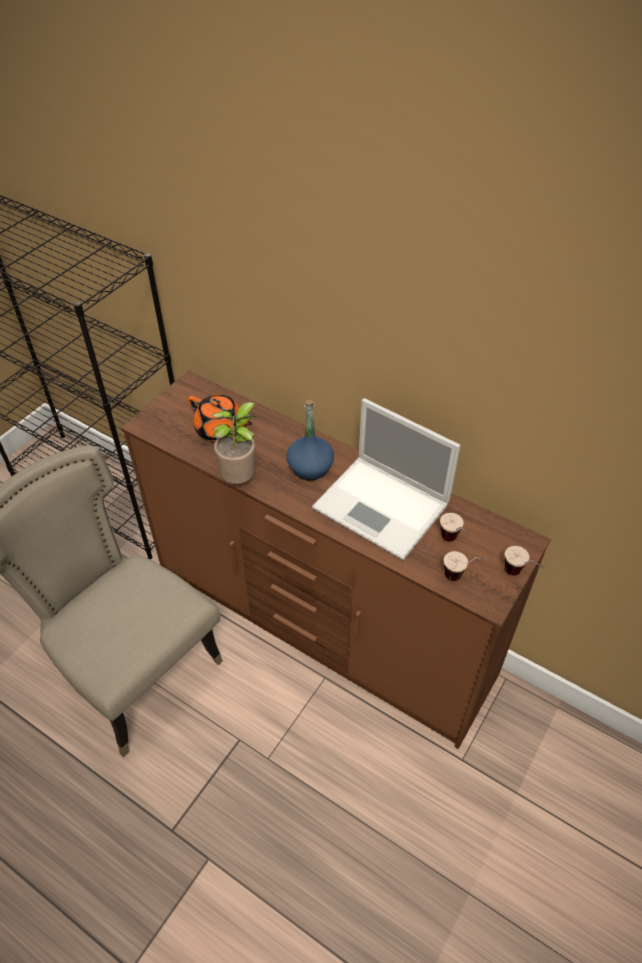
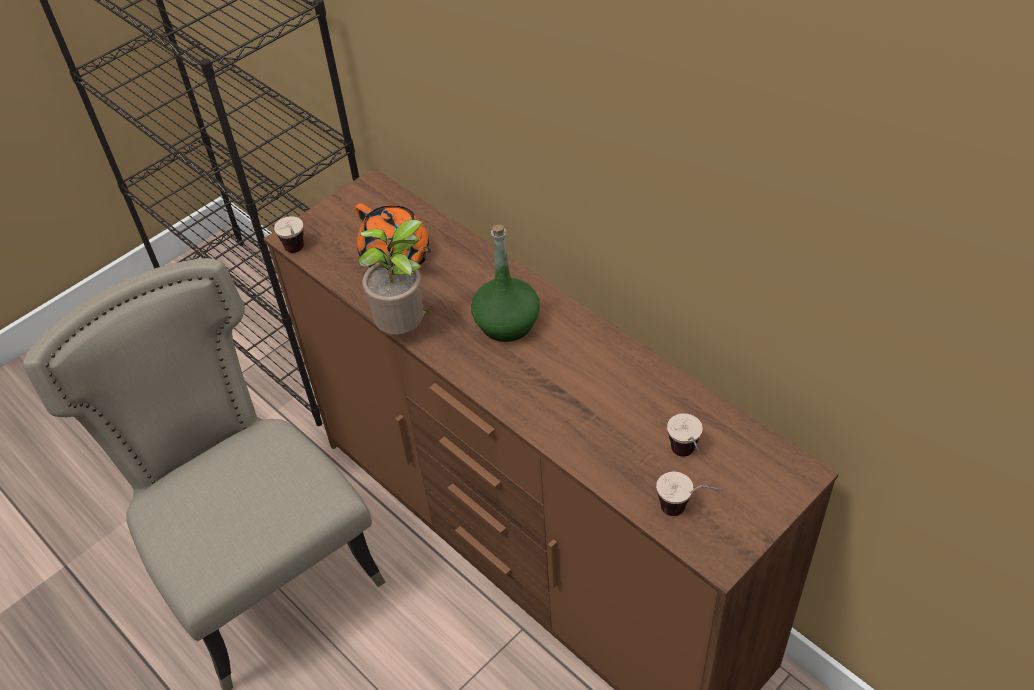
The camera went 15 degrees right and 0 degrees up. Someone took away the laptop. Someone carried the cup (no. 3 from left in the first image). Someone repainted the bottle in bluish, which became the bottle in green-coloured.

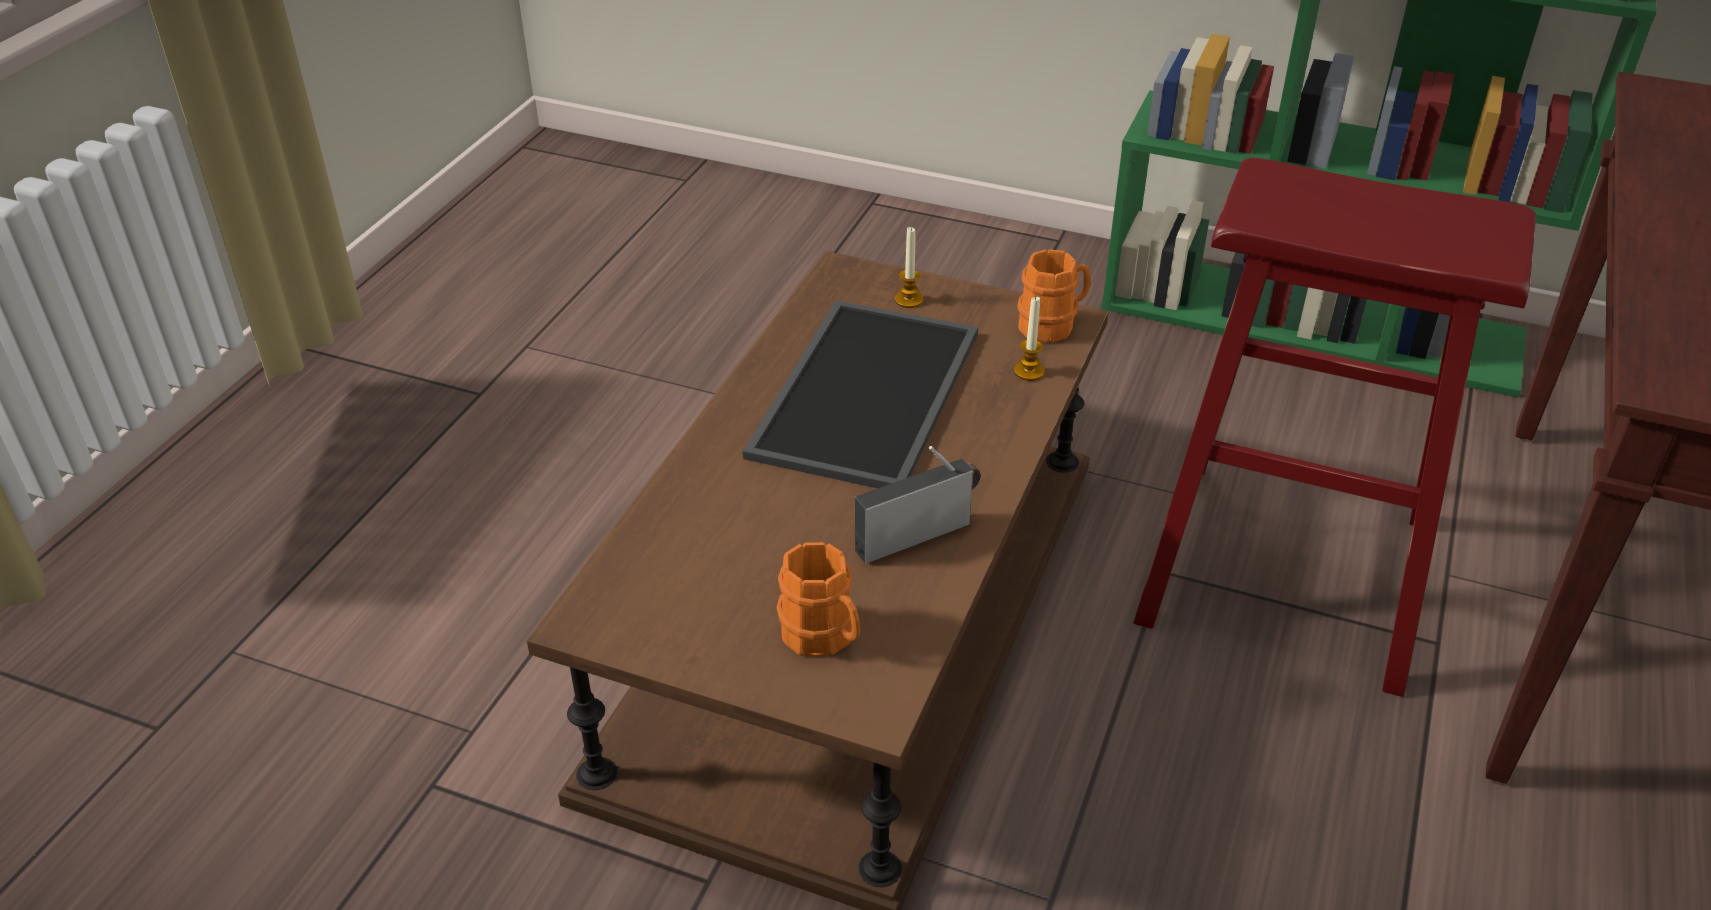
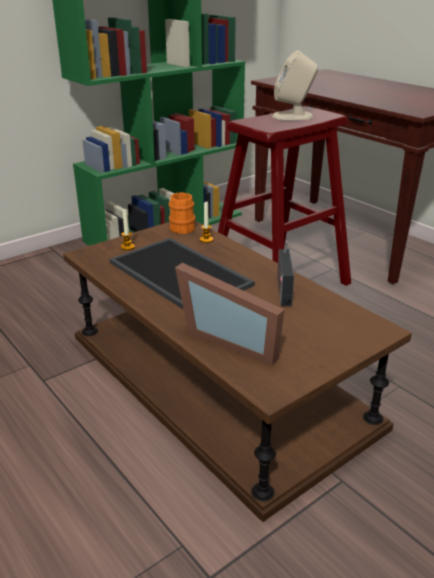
The camera went 60 degrees left and 10 degrees down. Someone took away the tea mug in orange-coloured (no. 1 from left). Someone put down the picture frame. Someone put down the speaker in beige.

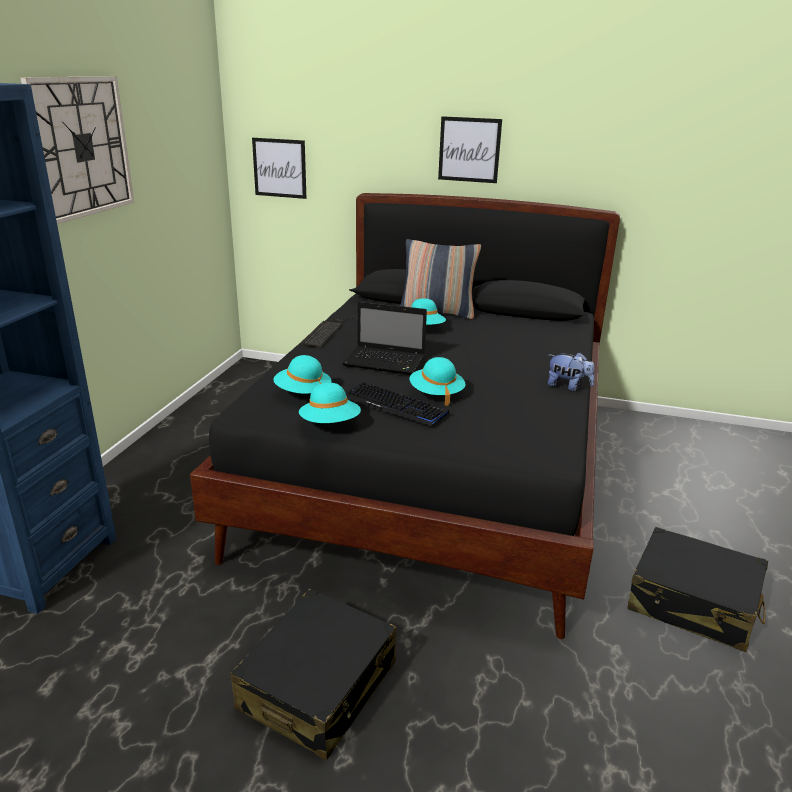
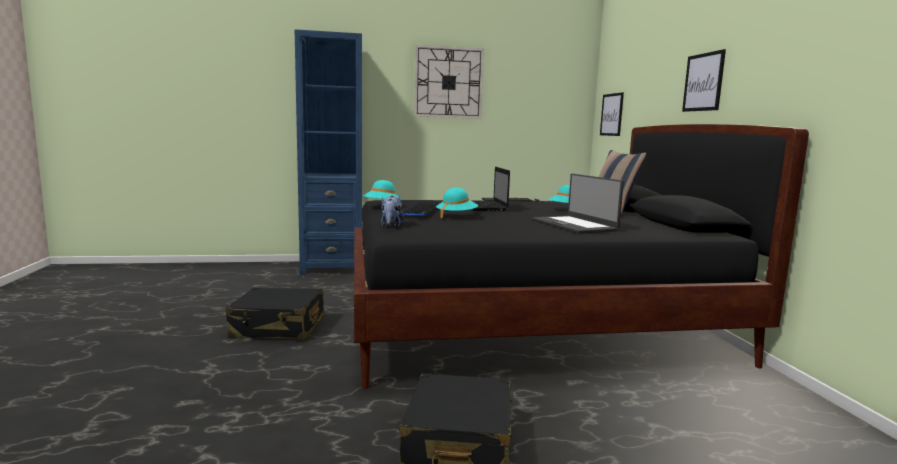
The camera went 65 degrees right and 15 degrees down. Someone took away the hat in blue-green (no. 1 from left). Someone put down the laptop (no. 2 from left). Someone carried the plush toy.

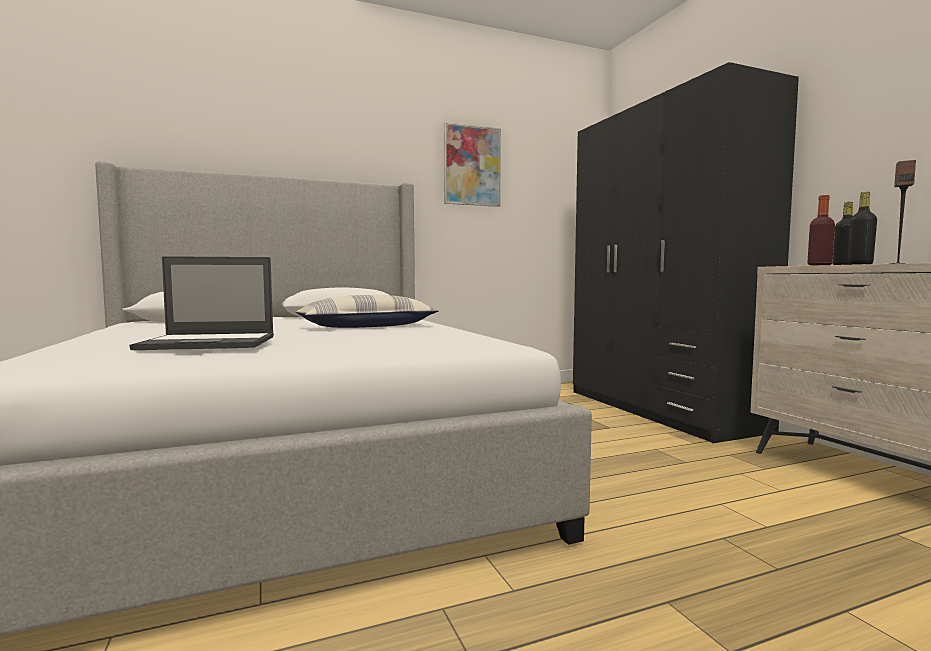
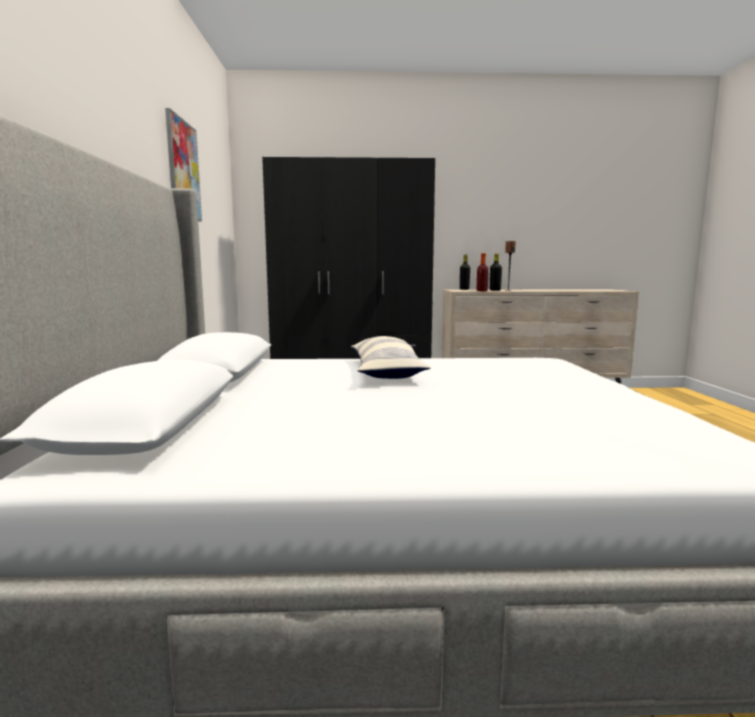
The camera went 70 degrees left and 5 degrees up. Someone took away the laptop.

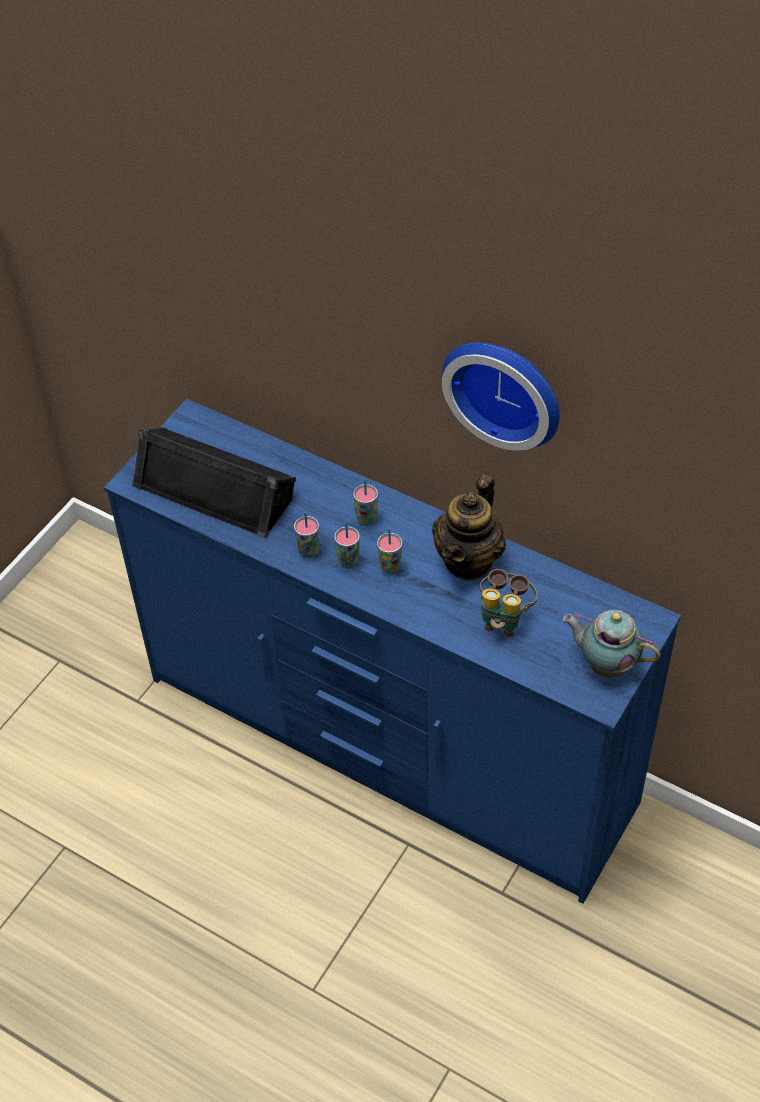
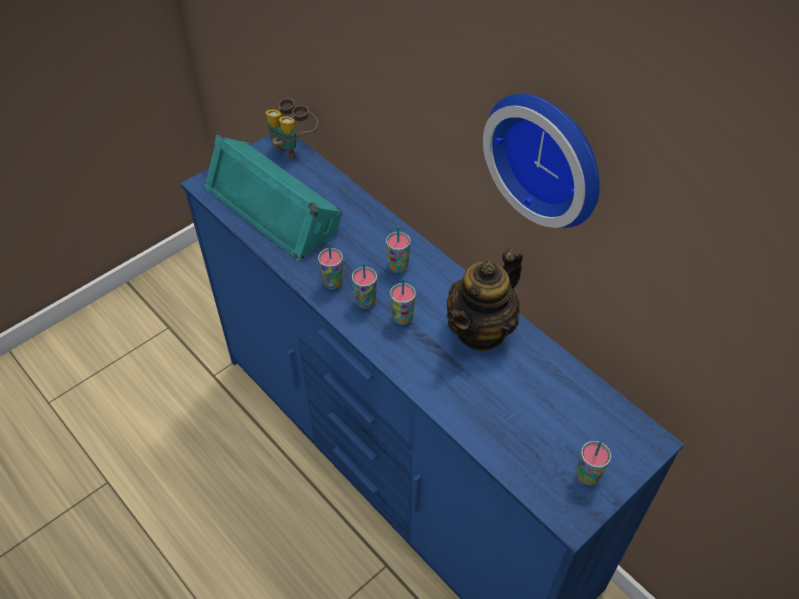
The camera went 15 degrees right and 0 degrees up. Someone carried the field glasses. Someone swapped the pot for tea (no. 2 from left) for the cup (no. 5 from left). Someone repainted the speaker in blackish, which became the speaker in blue-green.

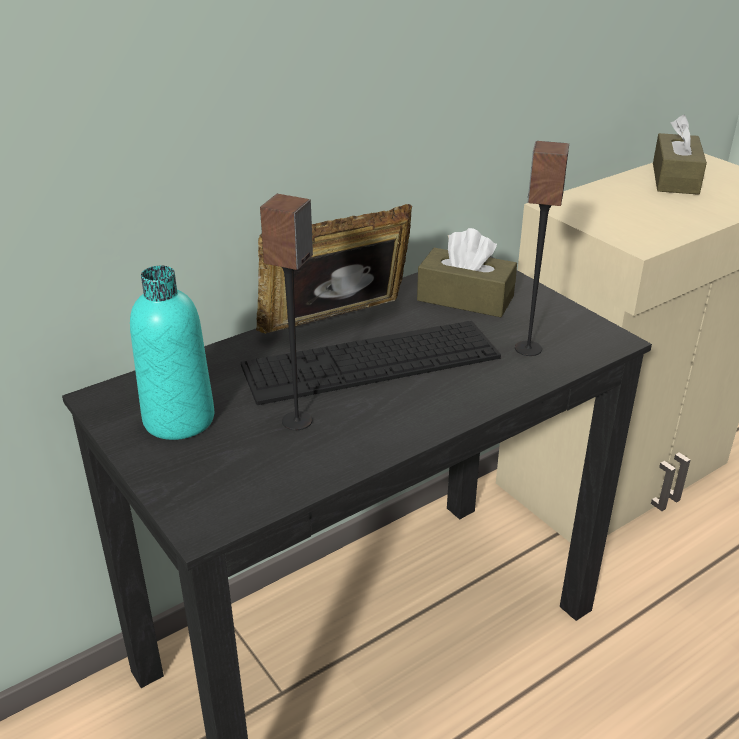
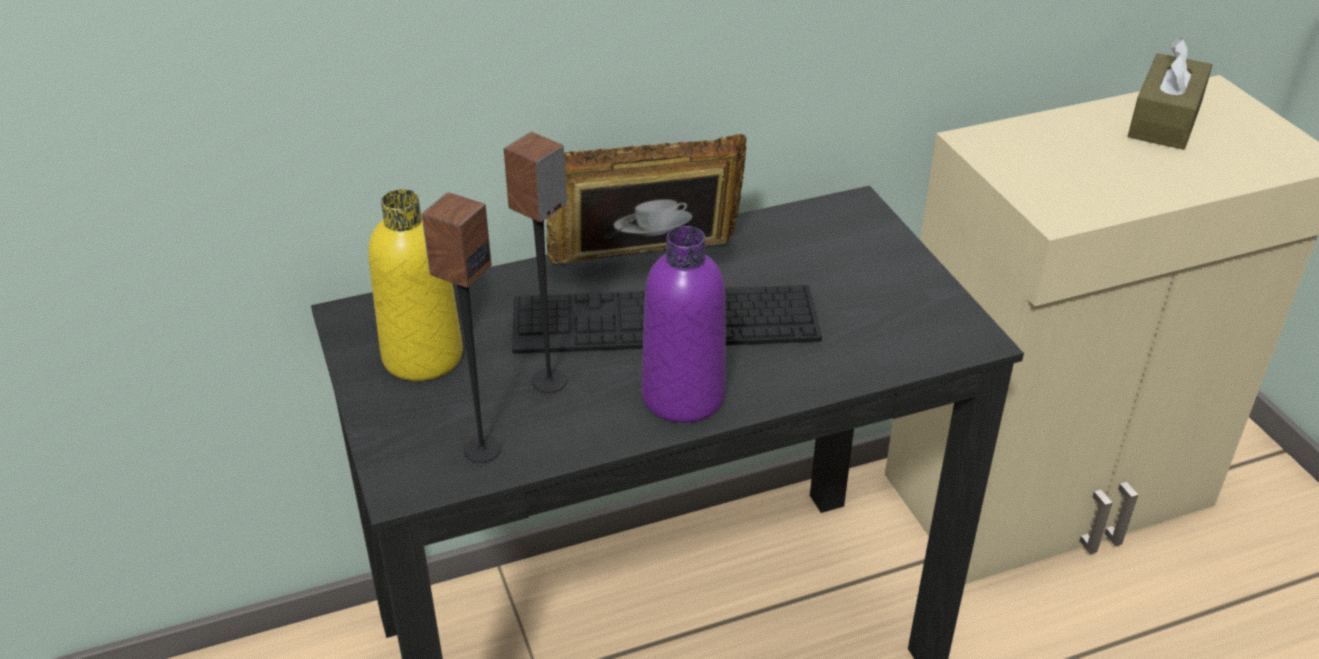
The camera went 15 degrees right and 5 degrees up. Someone took away the tissue box in brown (no. 1 from left). Someone put down the bottle in purplish. Someone carried the speaker (no. 2 from left in the first image). Someone repainted the bottle in blue-green, which became the bottle in yellow.

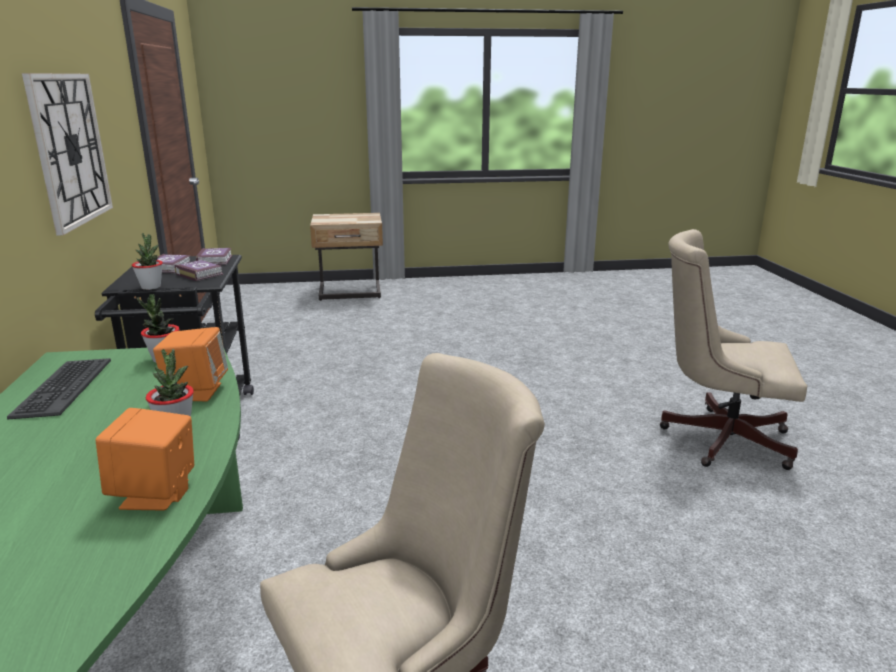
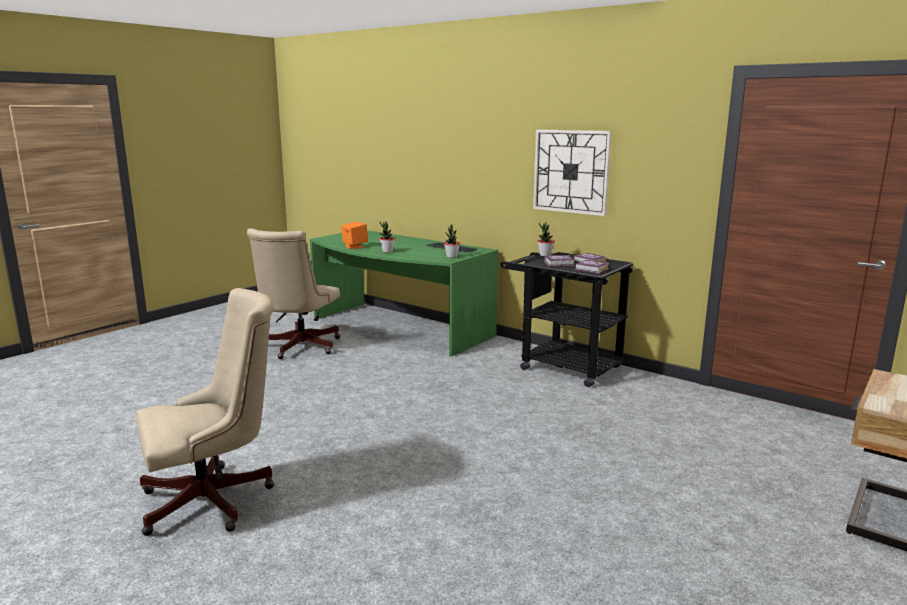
The camera went 135 degrees right and 5 degrees down. Someone took away the speaker in orange-coloured (no. 2 from left).

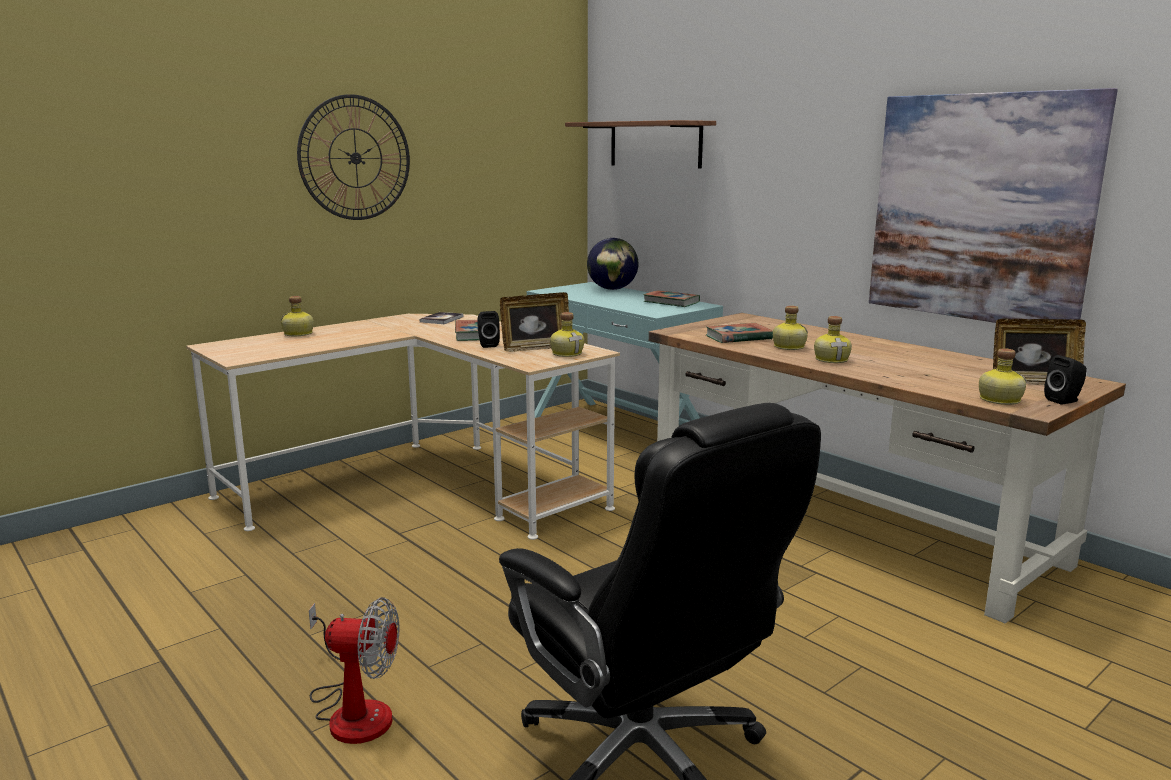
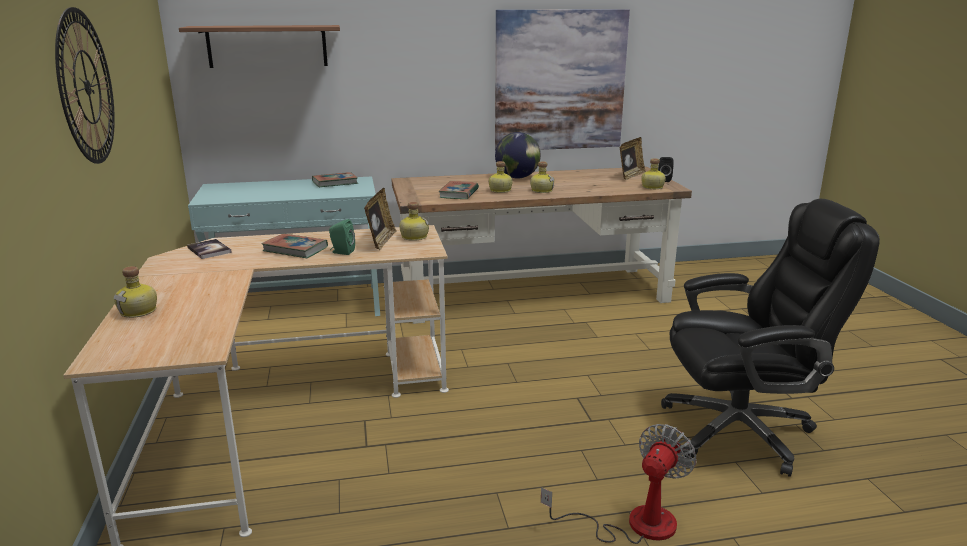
The camera went 60 degrees left and 5 degrees up. Someone carried the desk globe. Someone repainted the speaker in blackish (no. 1 from left), which became the speaker in green-coloured.

